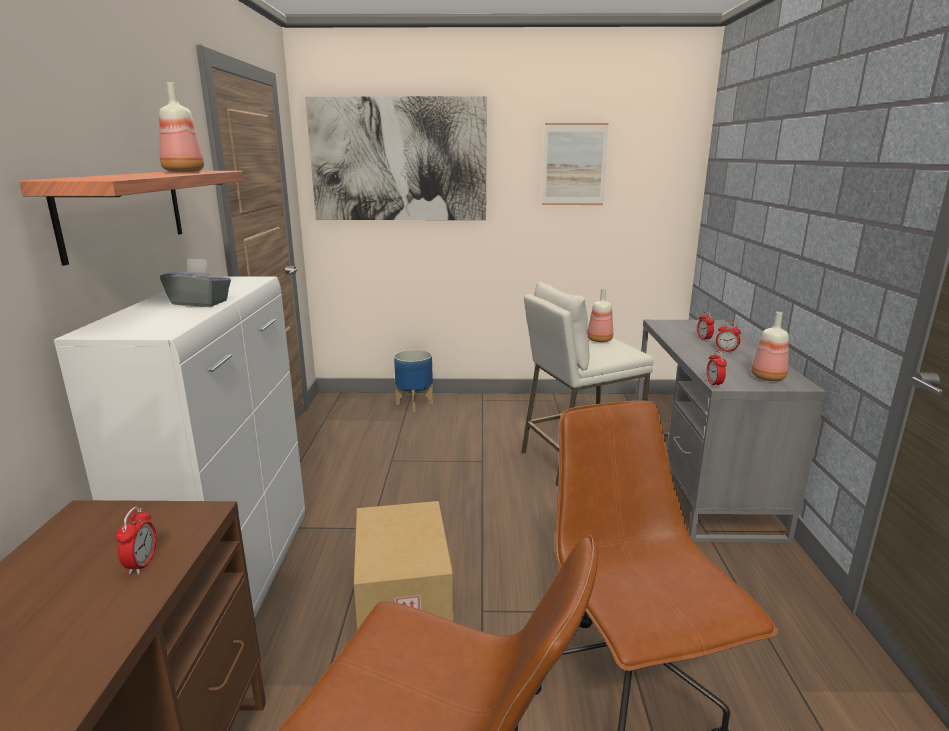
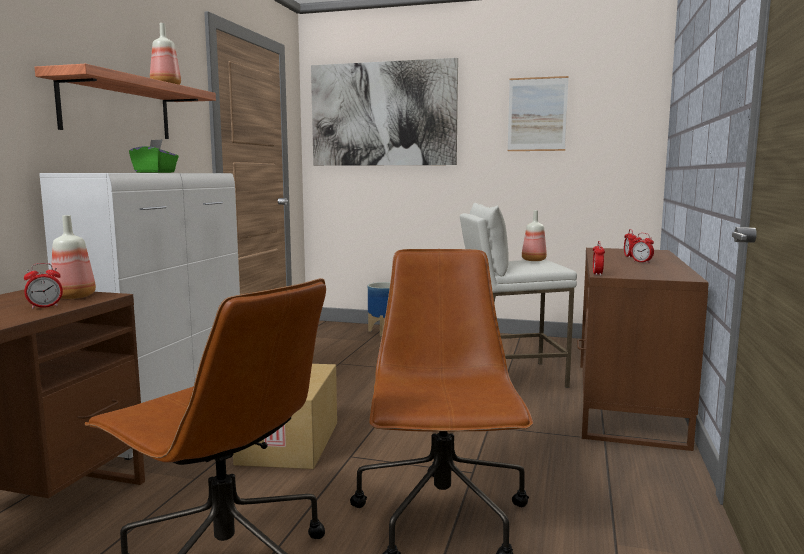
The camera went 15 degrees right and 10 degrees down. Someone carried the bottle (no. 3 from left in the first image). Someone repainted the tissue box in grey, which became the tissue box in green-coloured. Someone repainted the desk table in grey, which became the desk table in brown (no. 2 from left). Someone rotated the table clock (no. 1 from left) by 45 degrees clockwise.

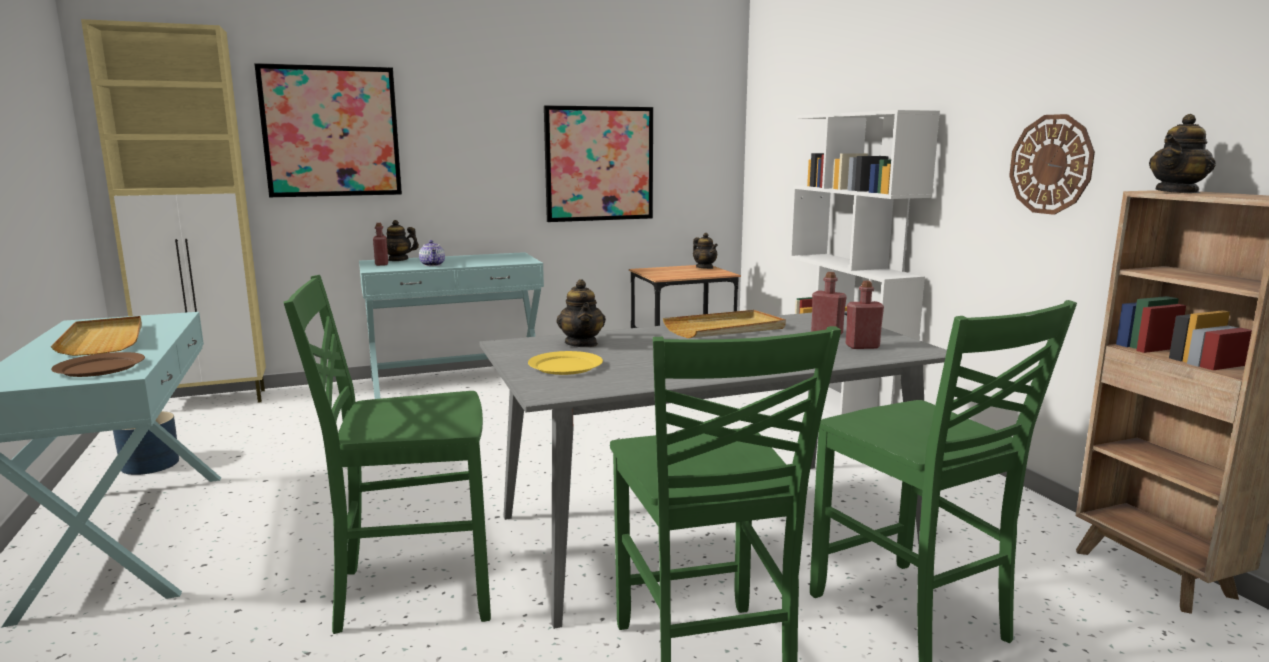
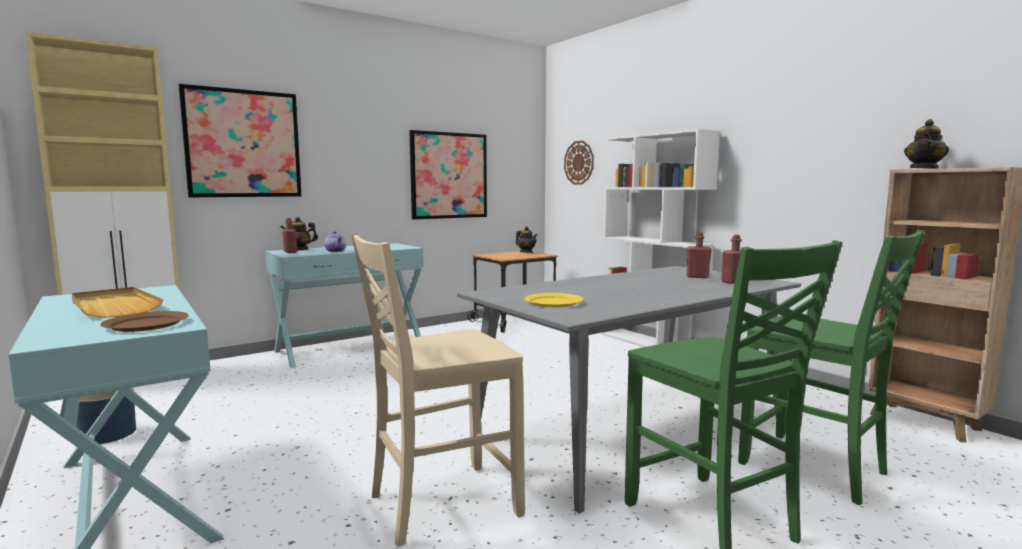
The camera went 15 degrees left and 5 degrees down. Someone took away the pot for tea (no. 3 from left). Someone took away the tray in beige (no. 2 from left). Someone carried the wall clock. Someone repainted the plain chair in green-coloured (no. 1 from left), which became the plain chair in beige.

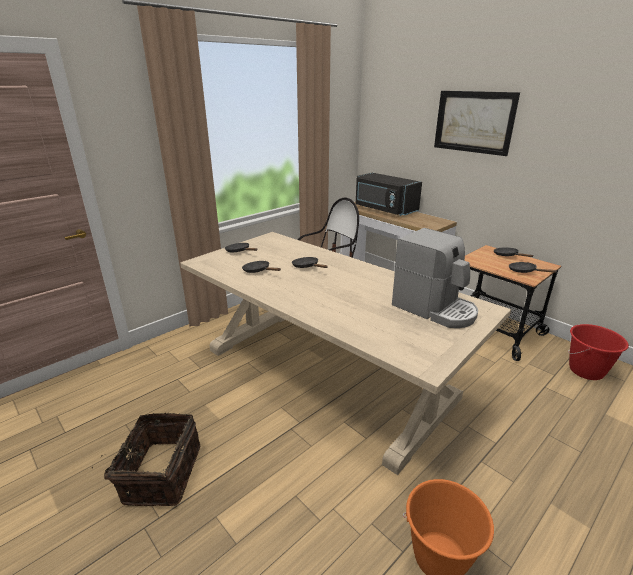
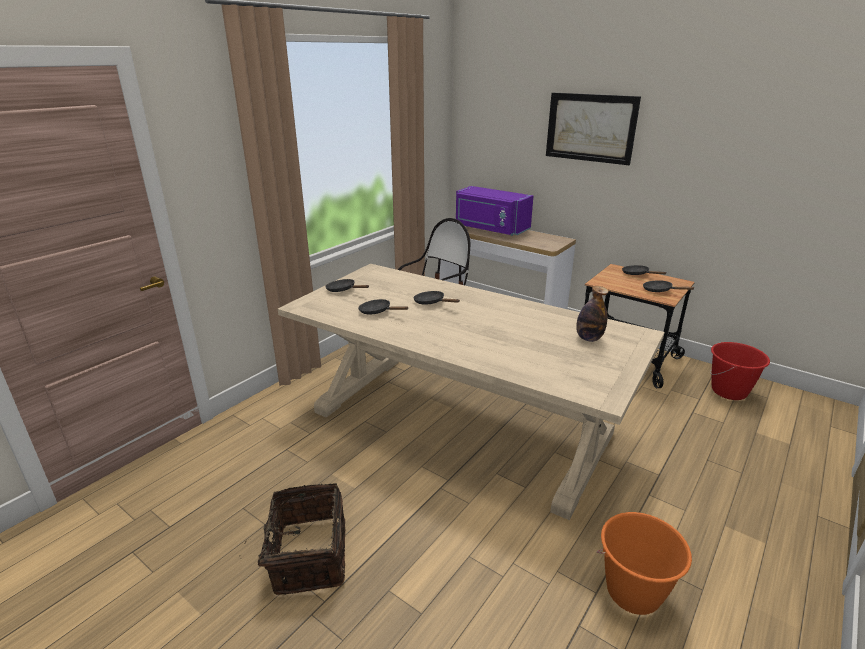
The camera went 10 degrees left and 0 degrees up. Someone swapped the coffee machine for the bottle. Someone repainted the kitchen microwave in blackish, which became the kitchen microwave in purplish.

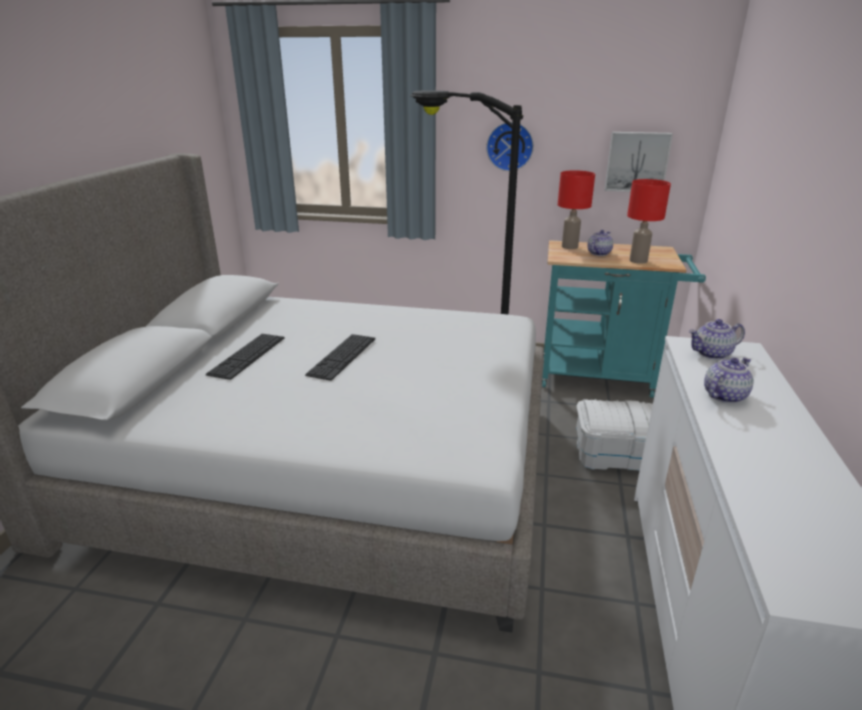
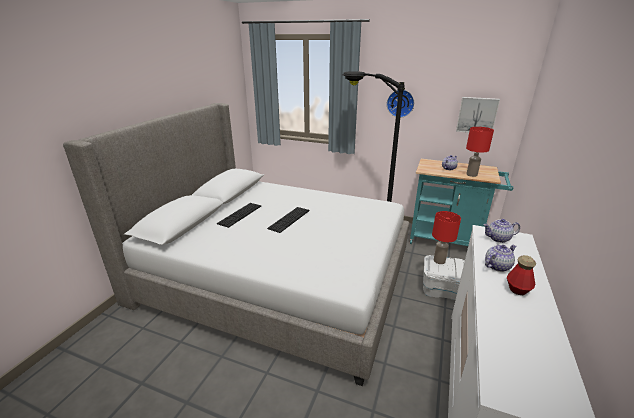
The camera went 10 degrees right and 0 degrees up. Someone put down the bottle. Someone carried the lamp for a table in red (no. 1 from left).

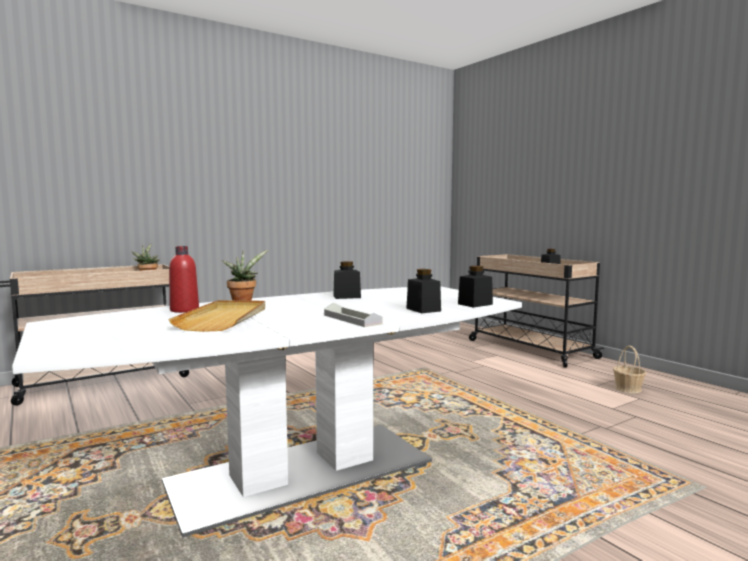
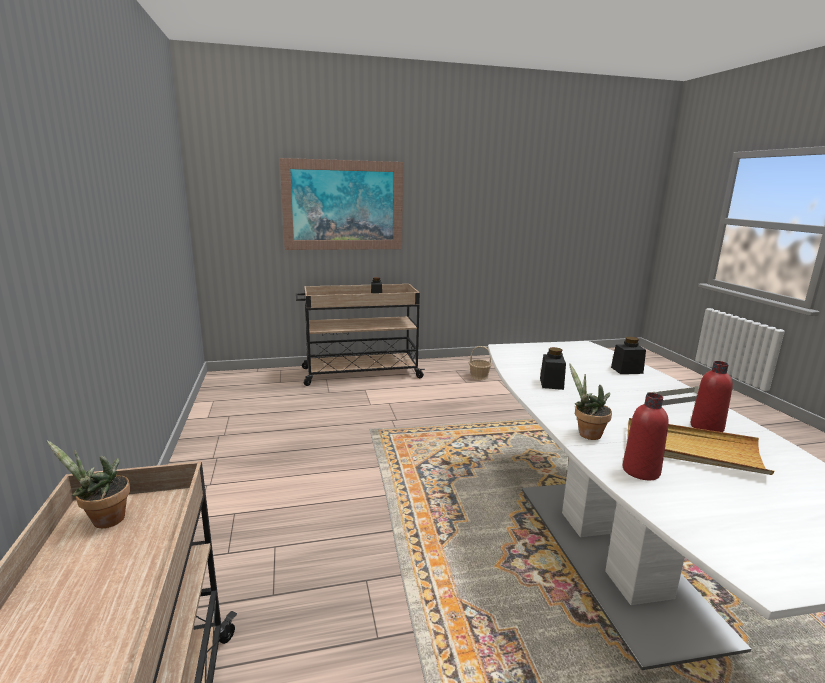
The camera went 70 degrees left and 10 degrees up. Someone took away the storage jar in blackish (no. 3 from left). Someone put up the wall picture. Someone put down the bottle in red (no. 2 from left).

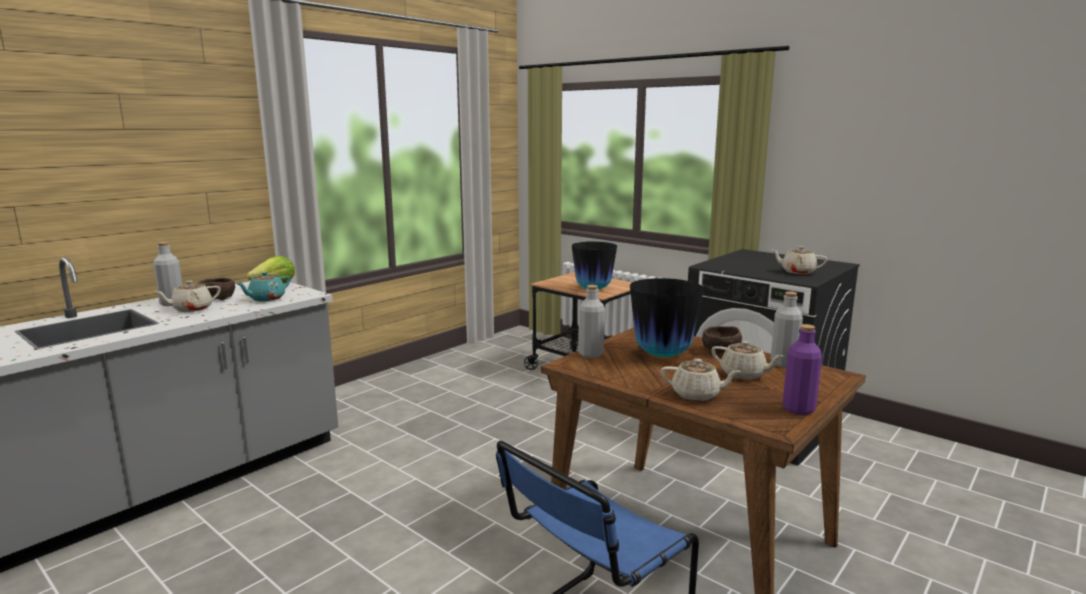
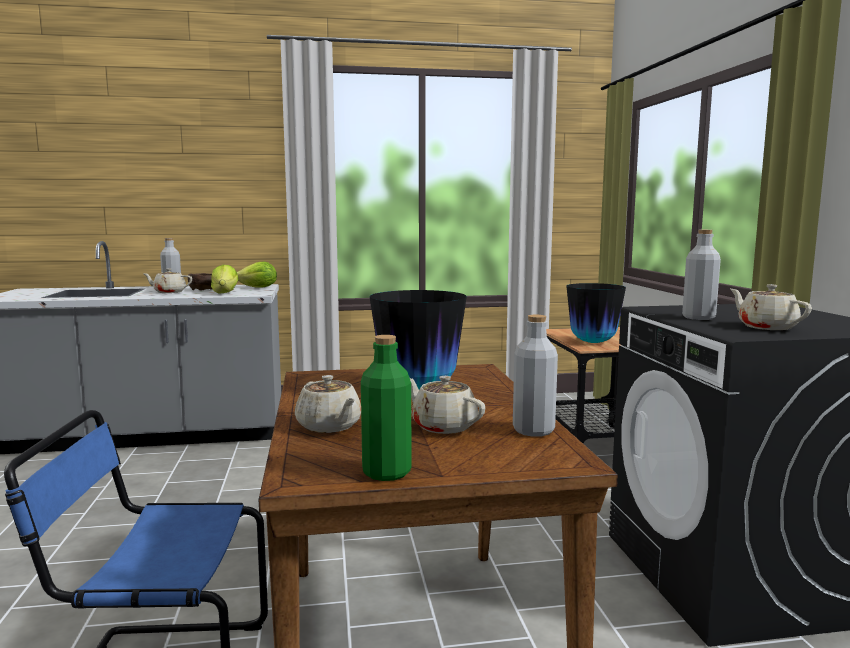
The camera went 40 degrees right and 5 degrees down. Someone took away the serving bowl in brown (no. 2 from left). Someone carried the bottle in grey (no. 2 from left in the first image). Someone swapped the pot for tea in blue-green for the lettuce (no. 1 from left). Someone repainted the bottle in purplish, which became the bottle in green-coloured. Someone rotated the pot for tea in beige (no. 3 from left) by 150 degrees clockwise.

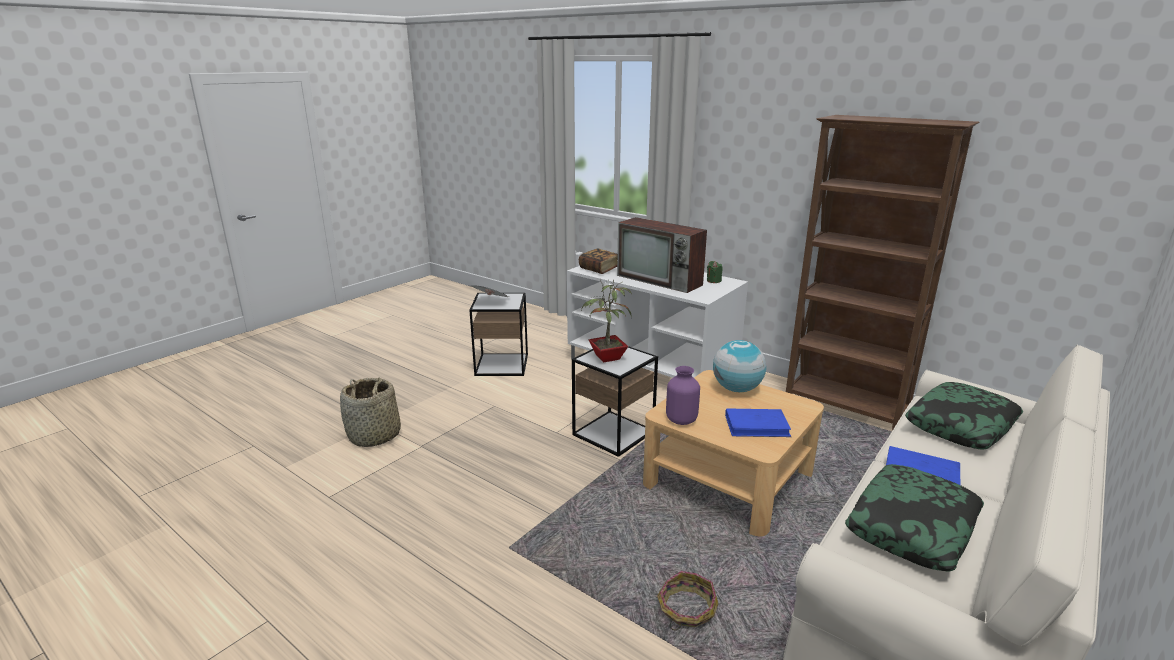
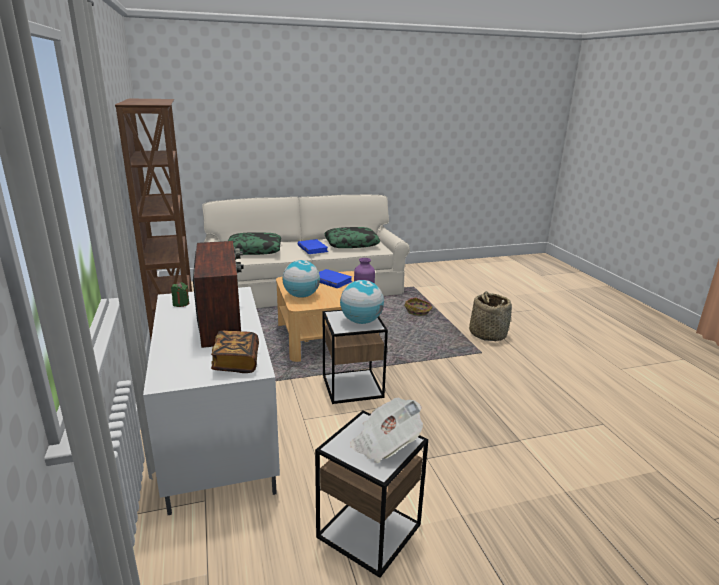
The camera went 145 degrees left and 0 degrees up. Someone carried the basket (no. 1 from left in the first image). Someone swapped the potted plant for the desk globe (no. 2 from left).

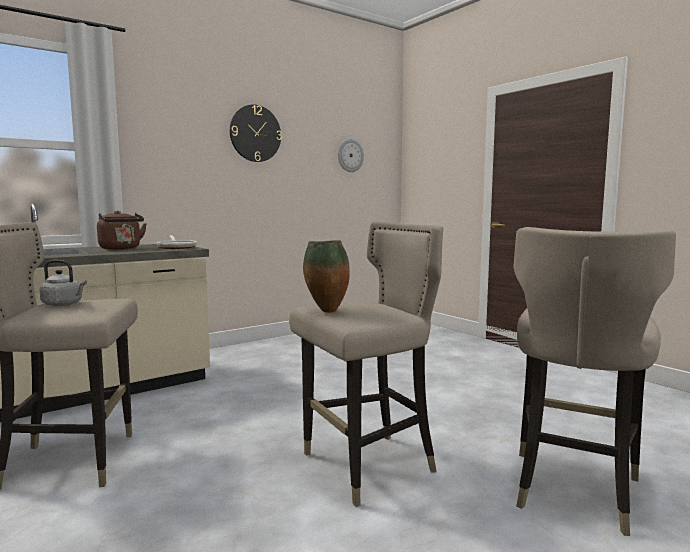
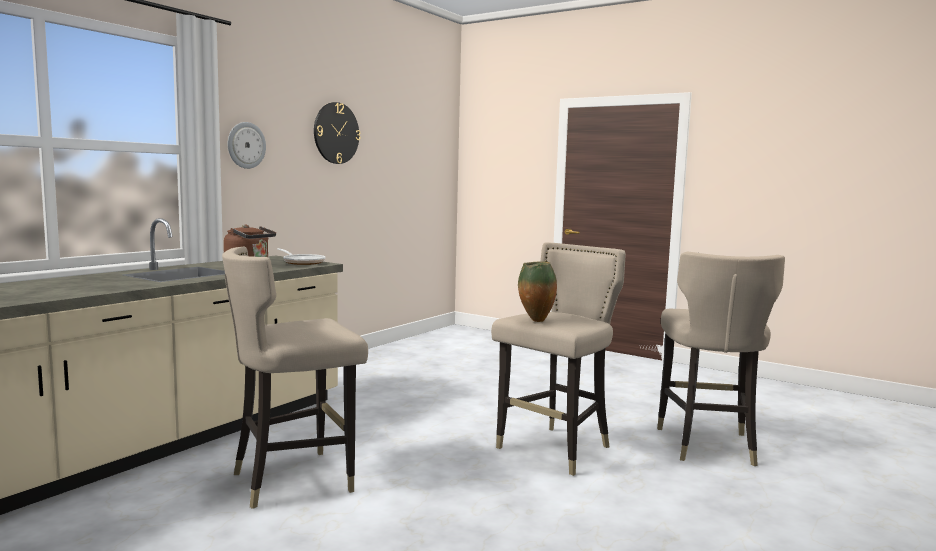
The camera went 20 degrees left and 0 degrees up. Someone took away the kettle in grey. Someone carried the wall clock (no. 2 from left in the first image).

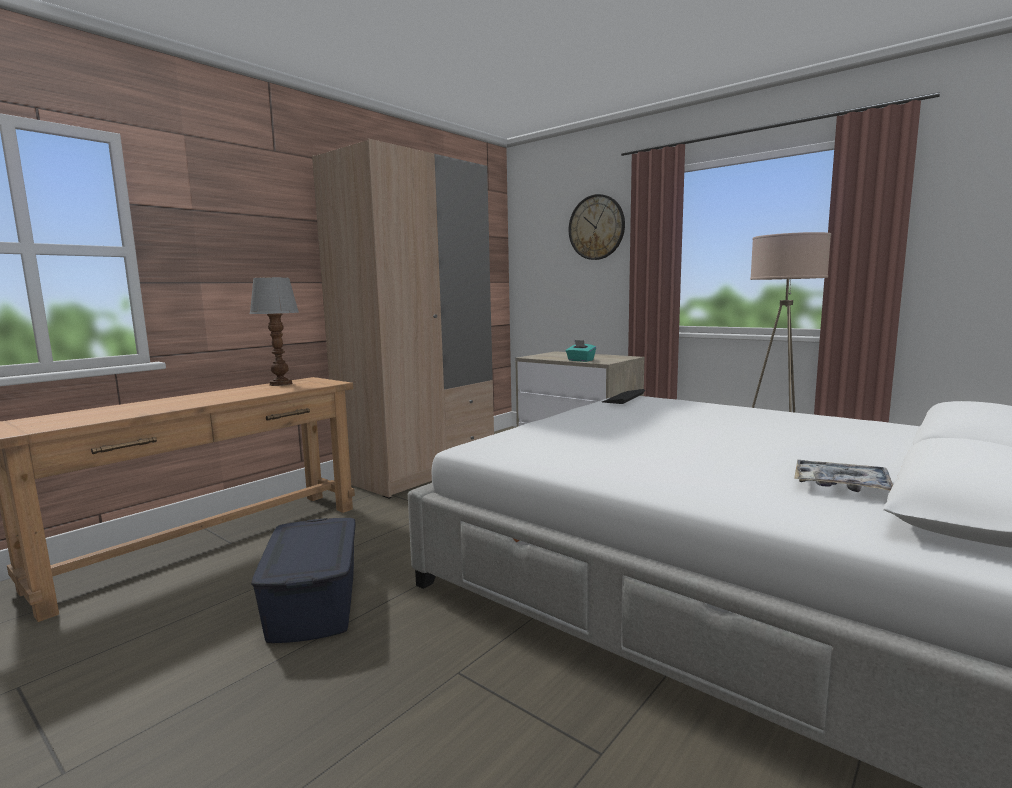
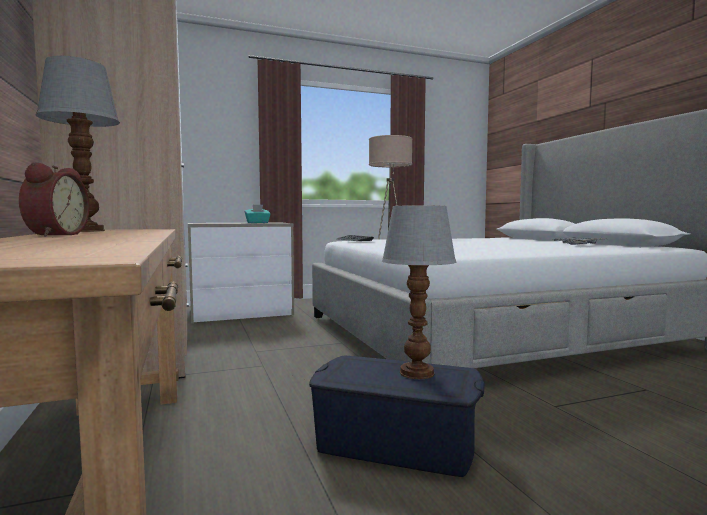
The camera went 60 degrees left and 5 degrees down. Someone took away the wall clock. Someone put down the table clock. Someone put down the lamp for a table (no. 2 from left).

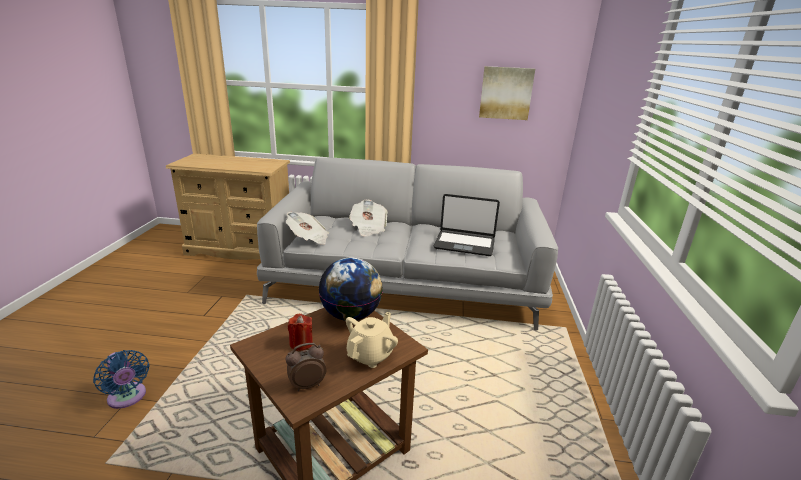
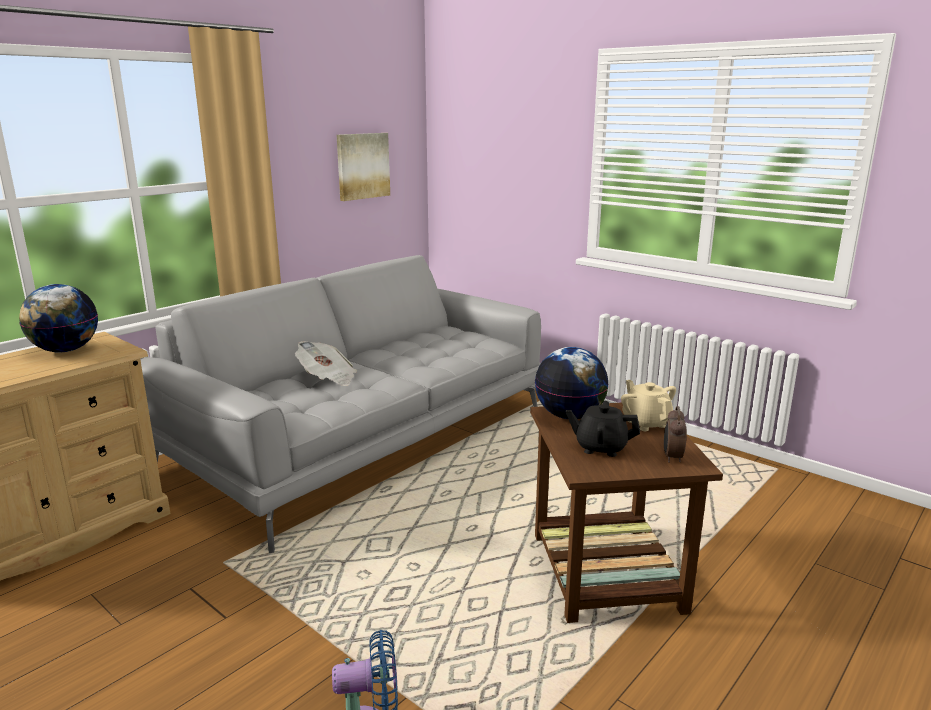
The camera went 55 degrees left and 5 degrees down. Someone took away the printed paper (no. 1 from left). Someone took away the laptop. Someone put down the desk globe (no. 1 from left). Someone swapped the candle in red for the pot for tea in blackish.

